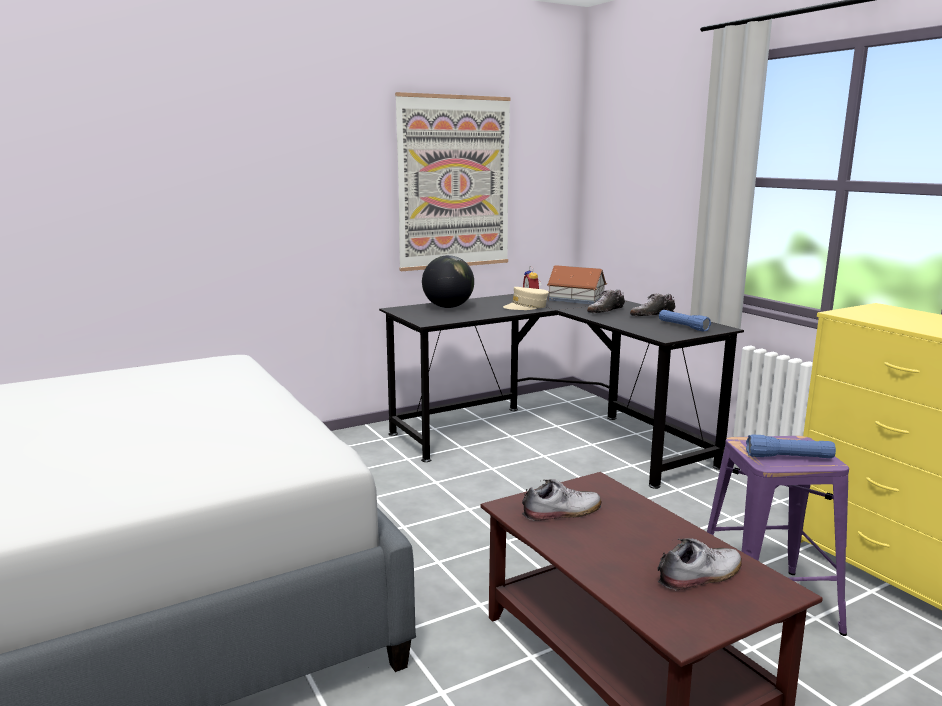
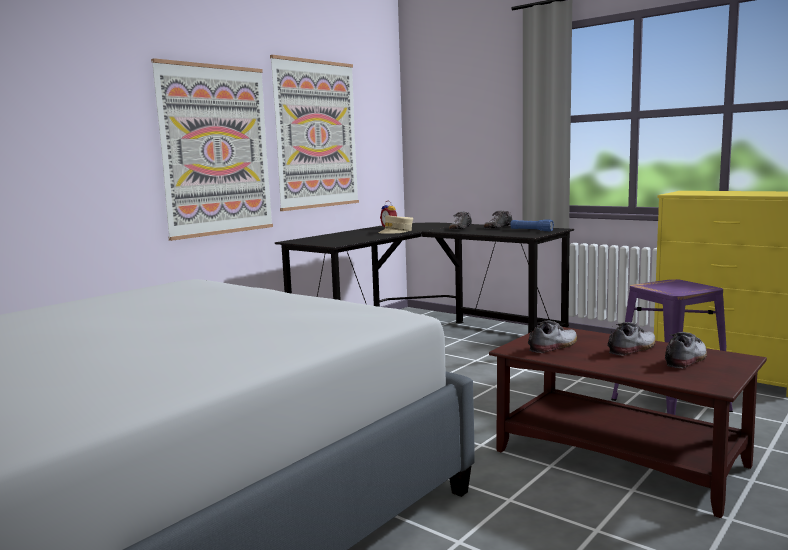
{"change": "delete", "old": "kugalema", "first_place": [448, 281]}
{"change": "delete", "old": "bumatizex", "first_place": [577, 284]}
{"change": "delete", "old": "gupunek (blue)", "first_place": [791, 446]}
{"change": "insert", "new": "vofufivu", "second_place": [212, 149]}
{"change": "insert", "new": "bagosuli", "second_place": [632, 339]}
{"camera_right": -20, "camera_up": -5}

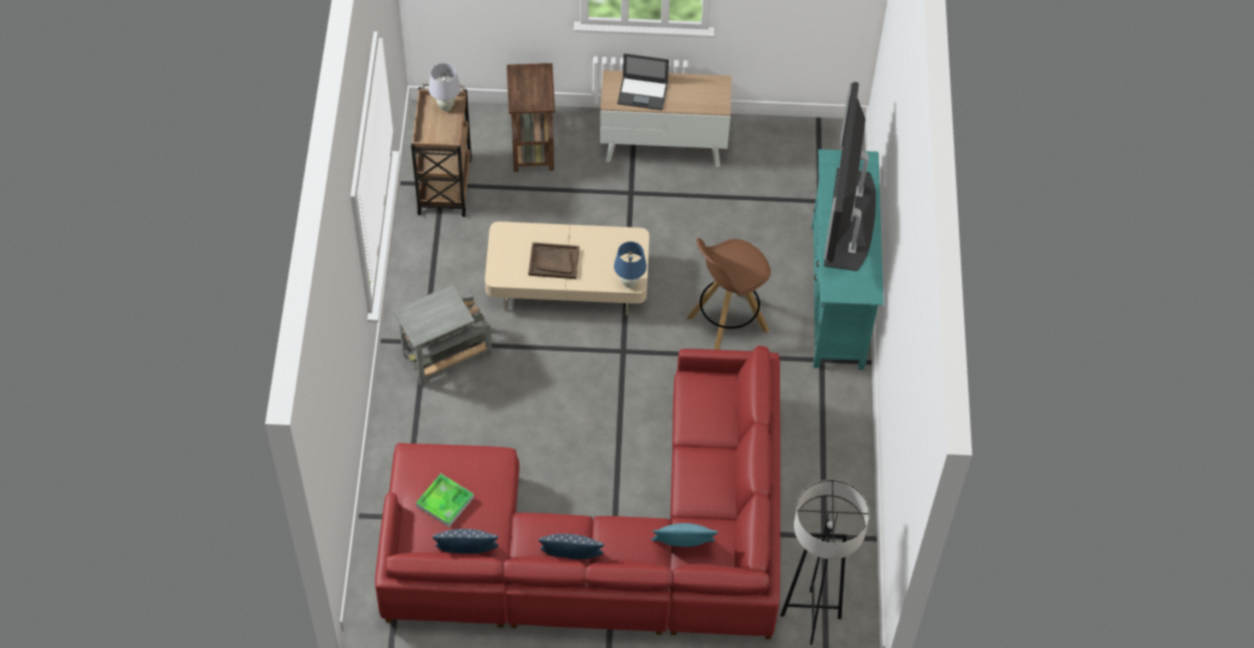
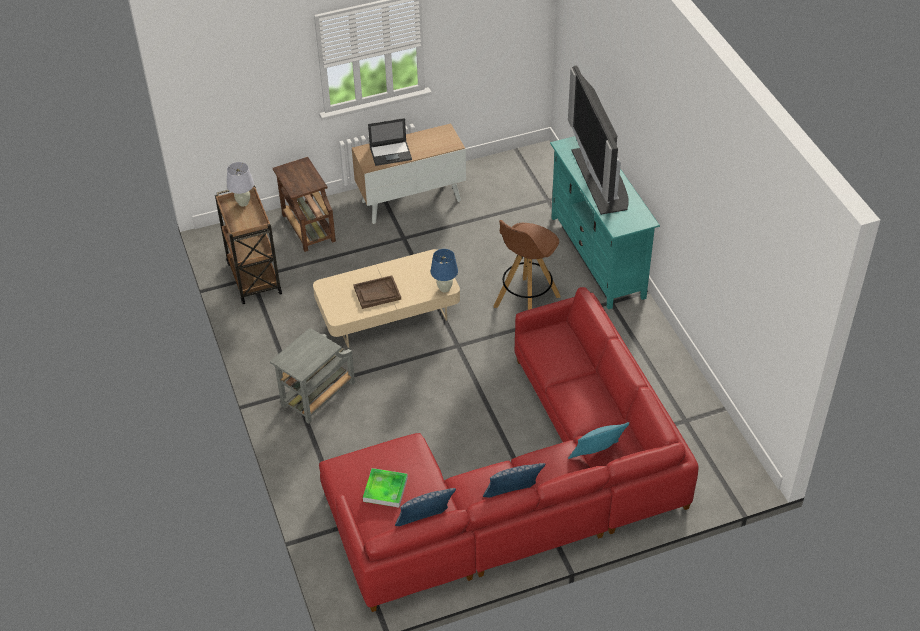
{"change": "delete", "old": "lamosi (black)", "first_place": [825, 562]}
{"camera_right": -20, "camera_up": -10}

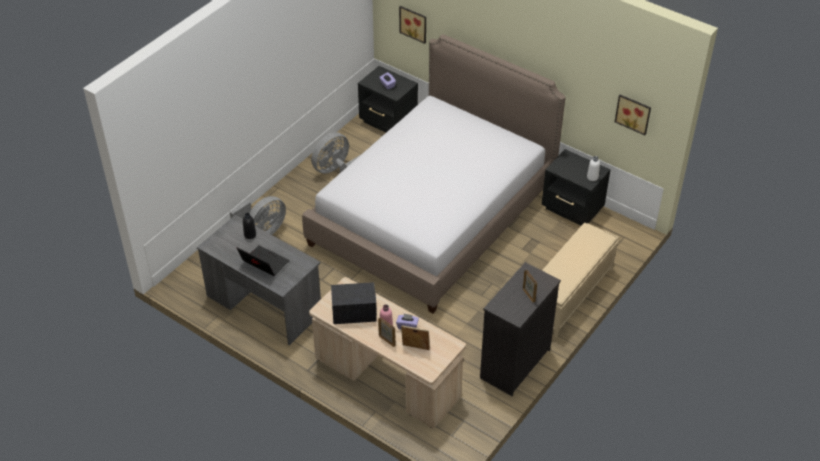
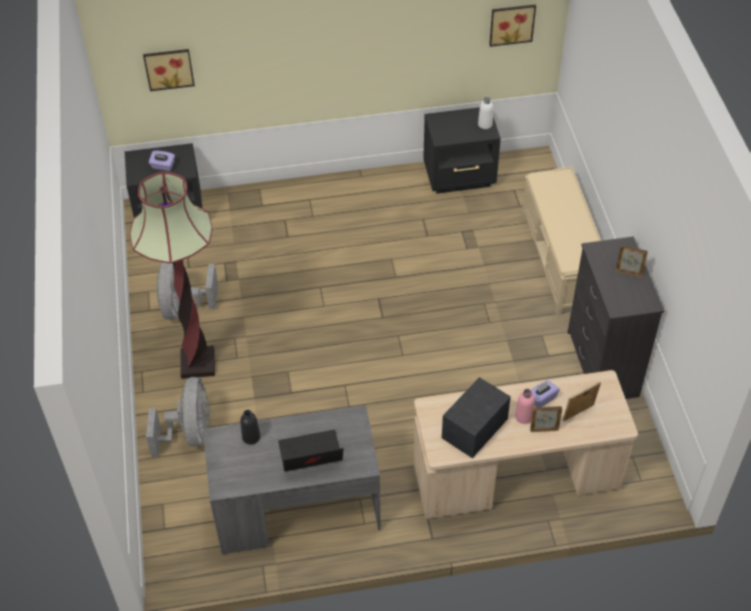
{"change": "delete", "old": "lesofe", "first_place": [434, 173]}
{"change": "insert", "new": "lamosi", "second_place": [172, 275]}
{"camera_right": -45, "camera_up": 5}

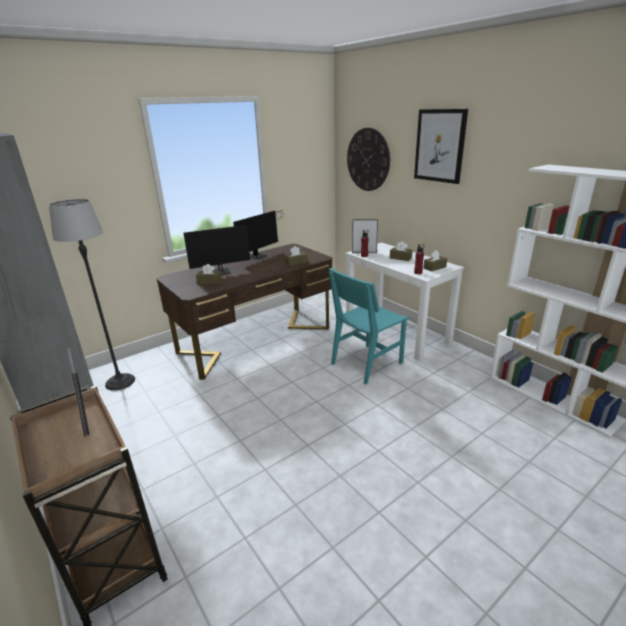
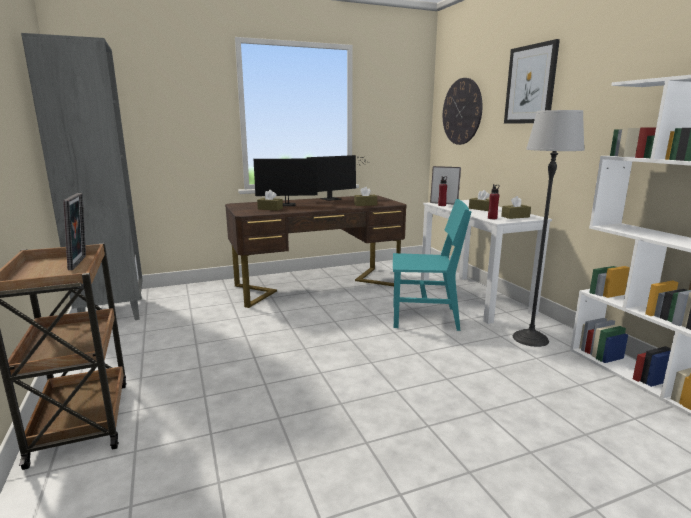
{"change": "move", "old": "lamosi", "first_place": [92, 295], "second_place": [549, 228]}
{"change": "rotate", "old": "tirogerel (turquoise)", "first_place": [369, 326], "second_place": [432, 265], "degrees": -150}
{"camera_right": 15, "camera_up": -10}

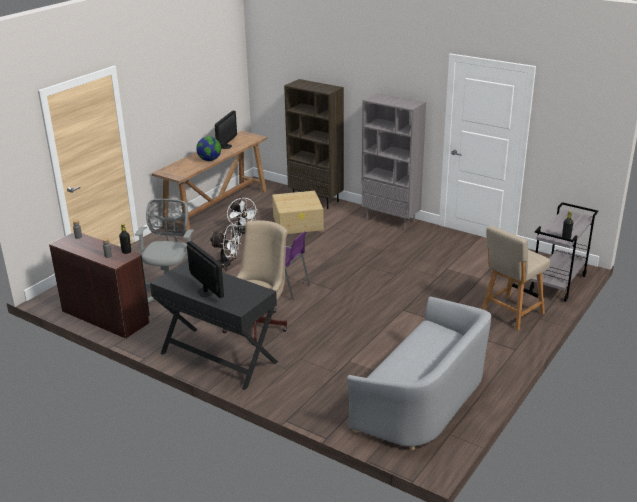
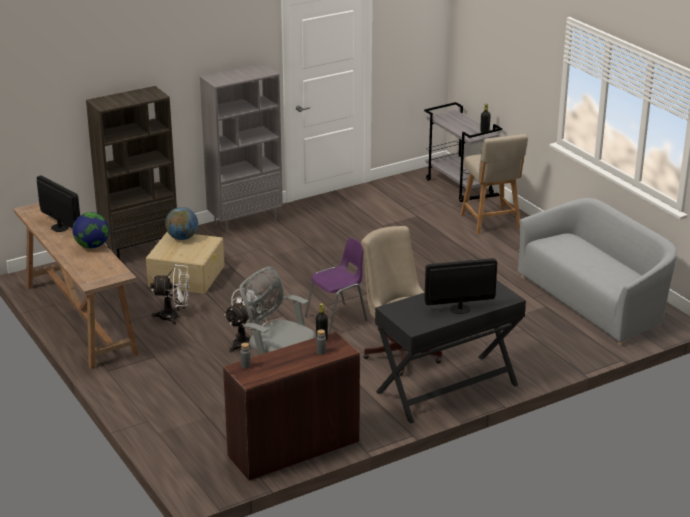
{"change": "insert", "new": "kugalema", "second_place": [181, 223]}
{"camera_right": -65, "camera_up": 0}

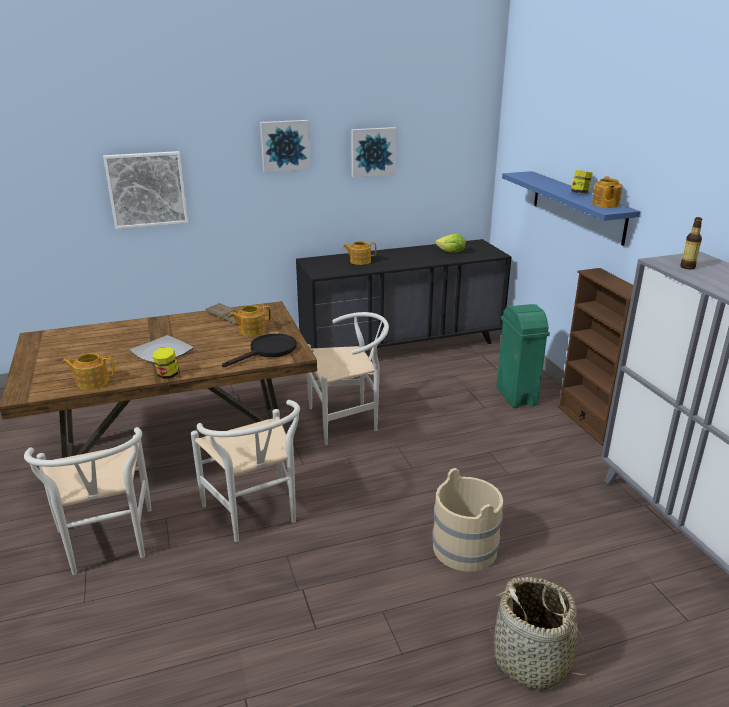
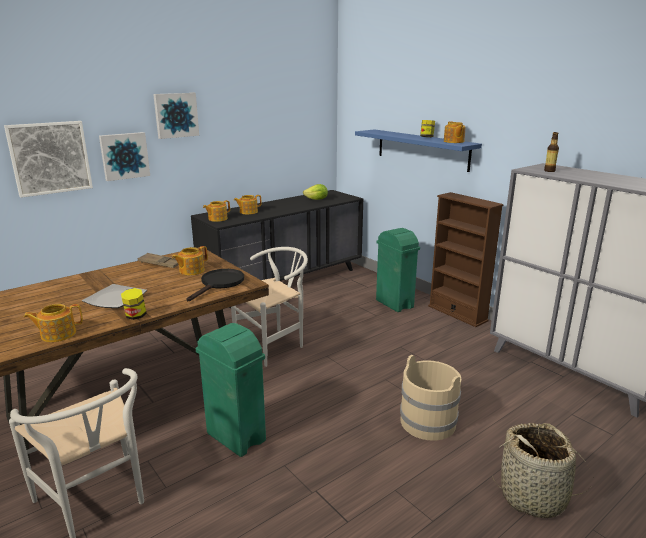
{"change": "replace", "old": "tirogerel (white)", "new": "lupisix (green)", "first_place": [245, 471], "second_place": [231, 390]}
{"change": "move", "old": "vofufivu", "first_place": [374, 152], "second_place": [124, 156]}
{"change": "insert", "new": "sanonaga", "second_place": [216, 211]}
{"camera_right": -20, "camera_up": -5}

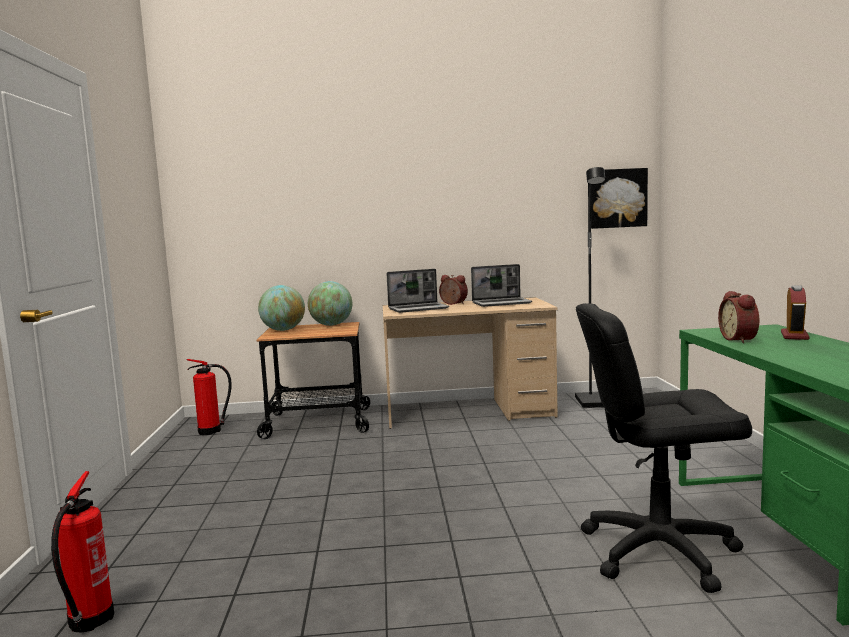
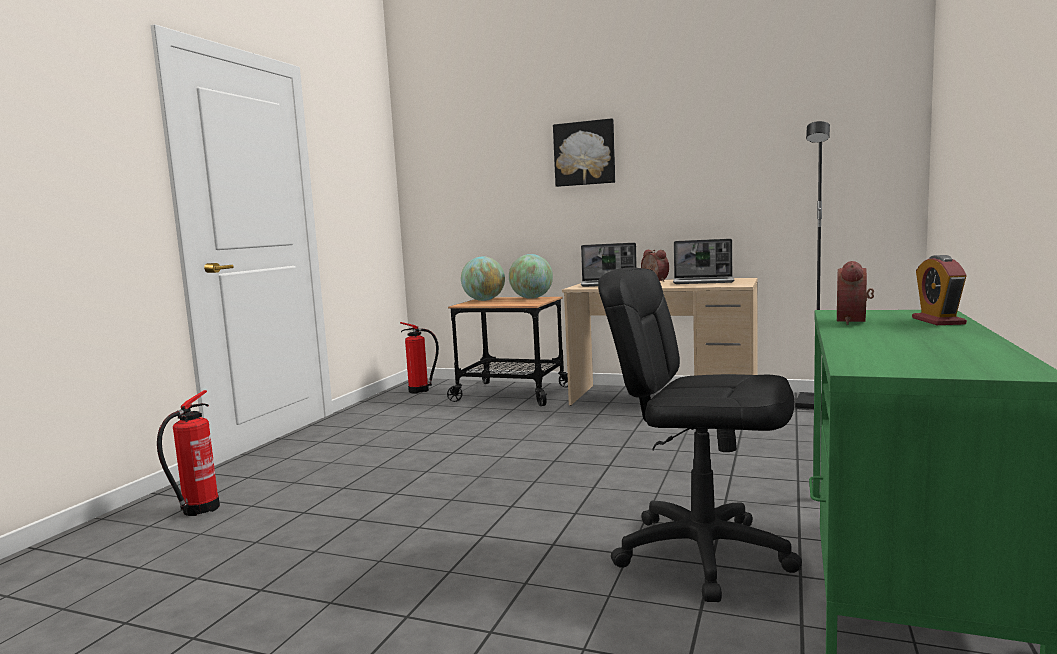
{"change": "move", "old": "vofufivu", "first_place": [619, 198], "second_place": [584, 152]}
{"change": "rotate", "old": "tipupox", "first_place": [795, 313], "second_place": [939, 290], "degrees": 135}
{"camera_right": 25, "camera_up": 0}

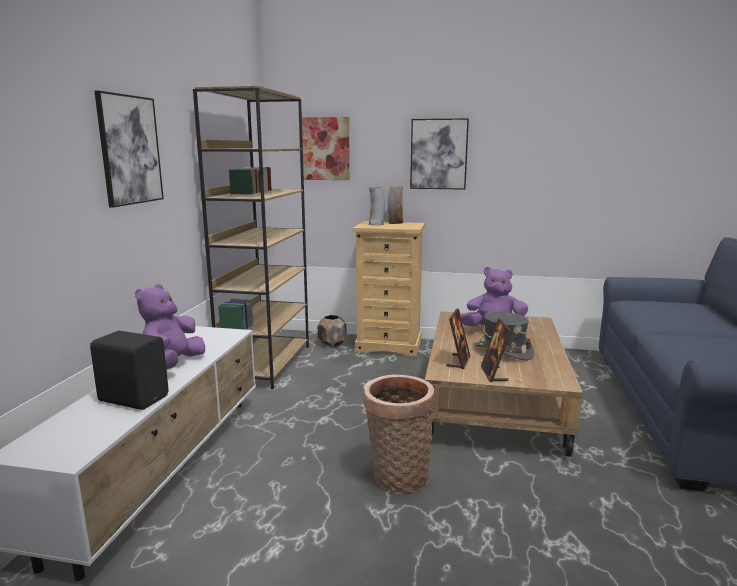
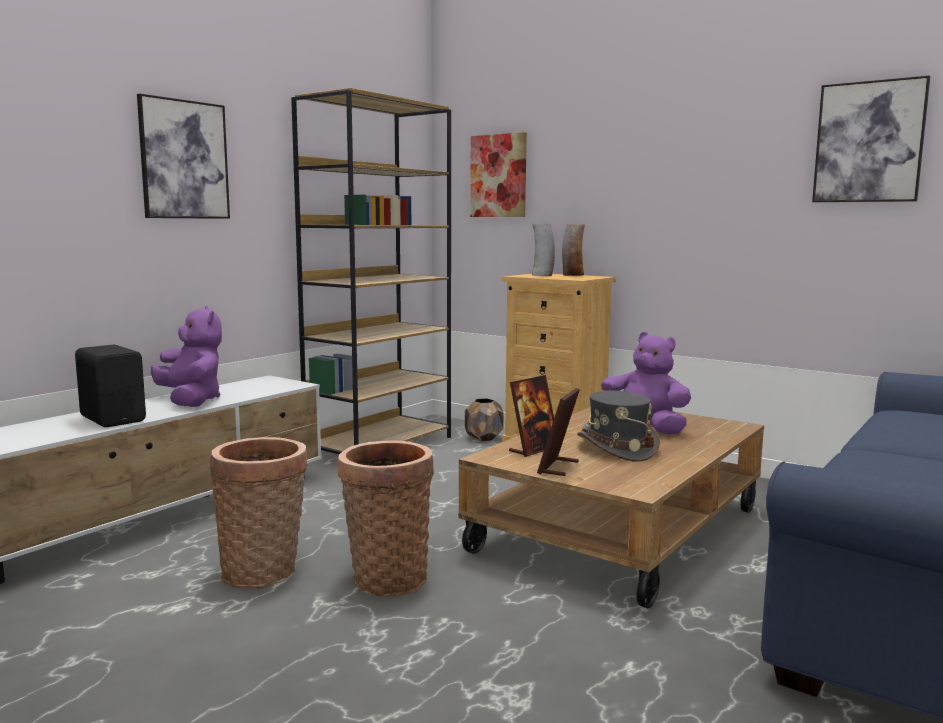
{"change": "rotate", "old": "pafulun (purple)", "first_place": [170, 327], "second_place": [186, 356], "degrees": 105}
{"change": "move", "old": "vofufivu", "first_place": [439, 154], "second_place": [871, 138]}
{"change": "insert", "new": "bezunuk", "second_place": [259, 513]}
{"camera_right": 25, "camera_up": -5}

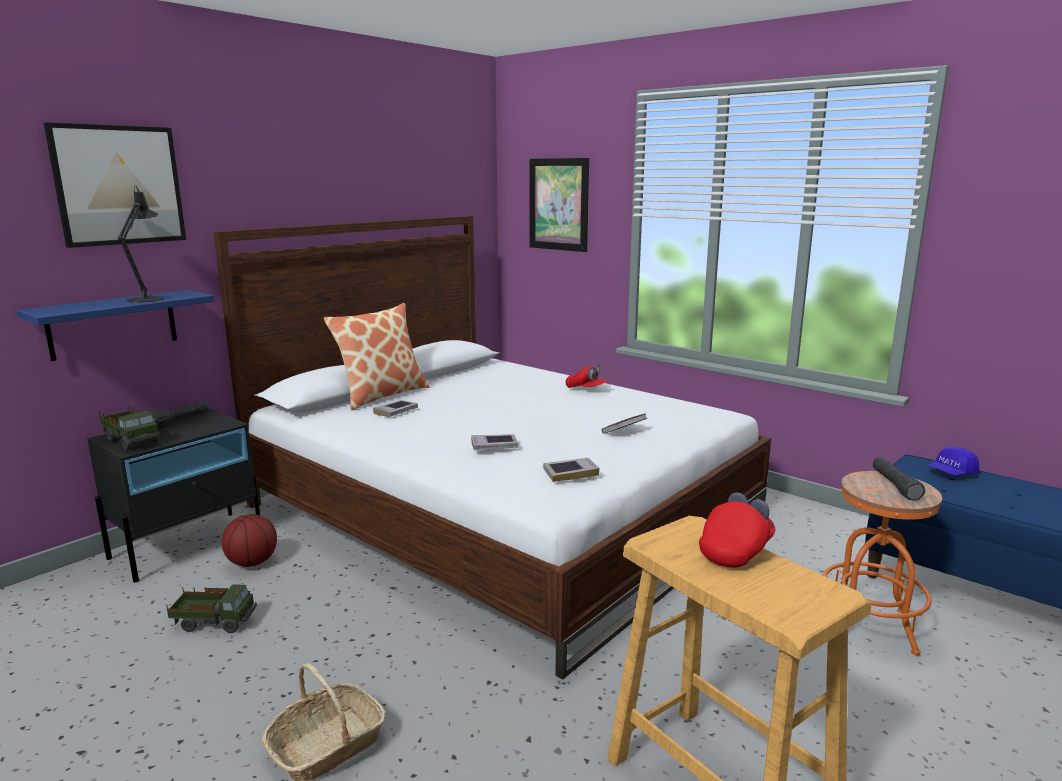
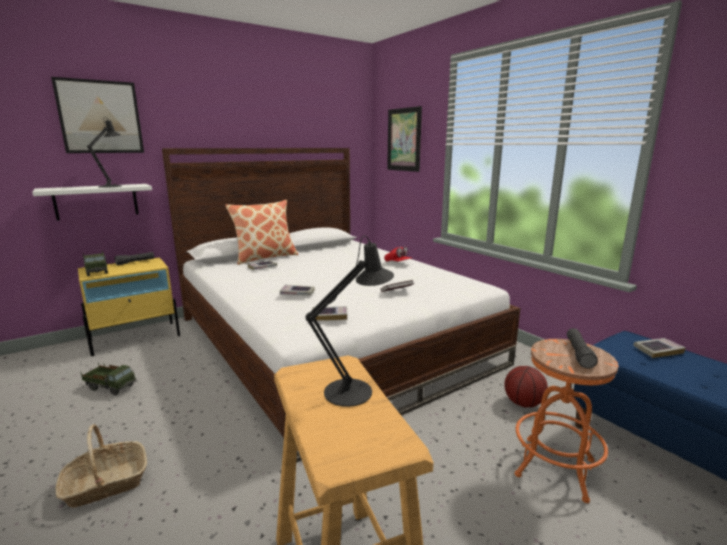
{"change": "recolor", "old": "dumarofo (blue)", "new": "dumarofo (white)", "first_place": [115, 325], "second_place": [92, 202]}
{"change": "recolor", "old": "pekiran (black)", "new": "pekiran (yellow)", "first_place": [173, 495], "second_place": [129, 306]}
{"change": "move", "old": "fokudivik", "first_place": [249, 540], "second_place": [526, 386]}
{"change": "replace", "old": "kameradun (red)", "new": "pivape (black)", "first_place": [737, 530], "second_place": [349, 321]}
{"change": "replace", "old": "kameradun (blue)", "new": "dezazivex", "first_place": [953, 461], "second_place": [659, 348]}
{"camera_right": 15, "camera_up": 0}

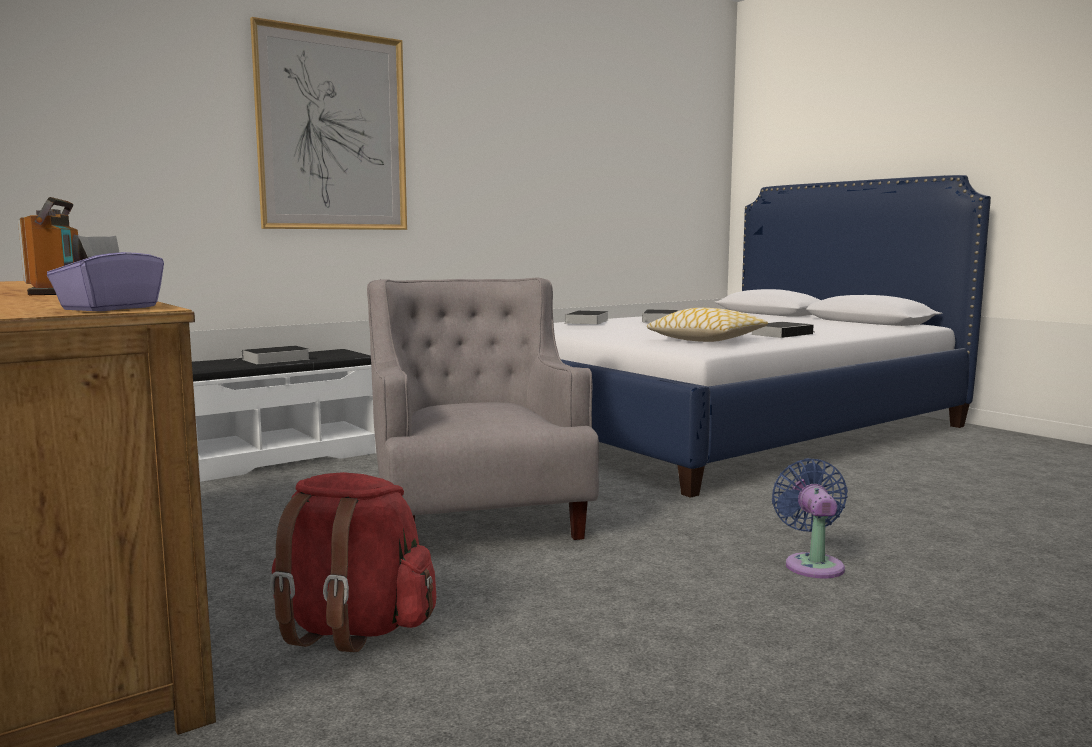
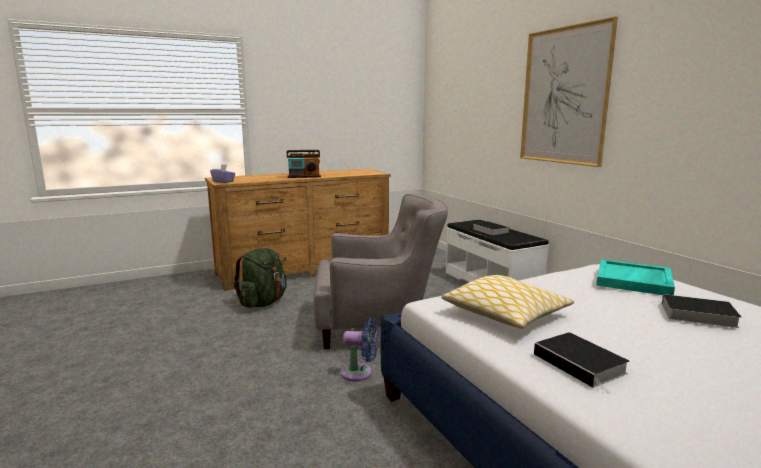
{"change": "recolor", "old": "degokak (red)", "new": "degokak (green)", "first_place": [353, 562], "second_place": [260, 278]}
{"change": "replace", "old": "dezazivex", "new": "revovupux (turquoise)", "first_place": [586, 317], "second_place": [635, 277]}
{"change": "move", "old": "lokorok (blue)", "first_place": [810, 518], "second_place": [359, 349]}
{"camera_right": 100, "camera_up": 5}

